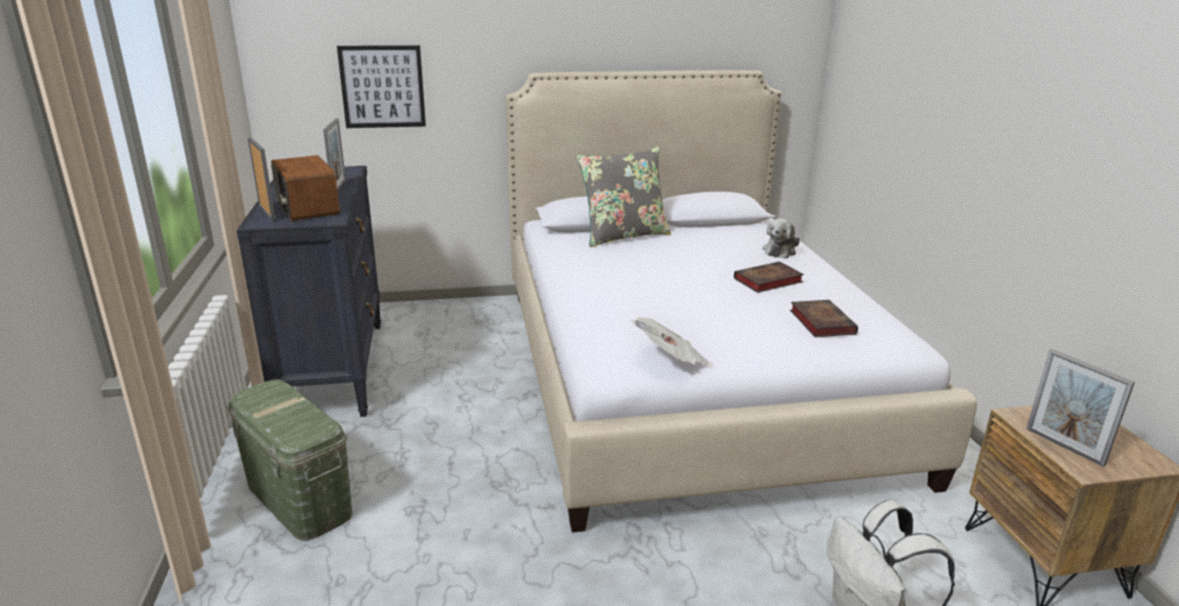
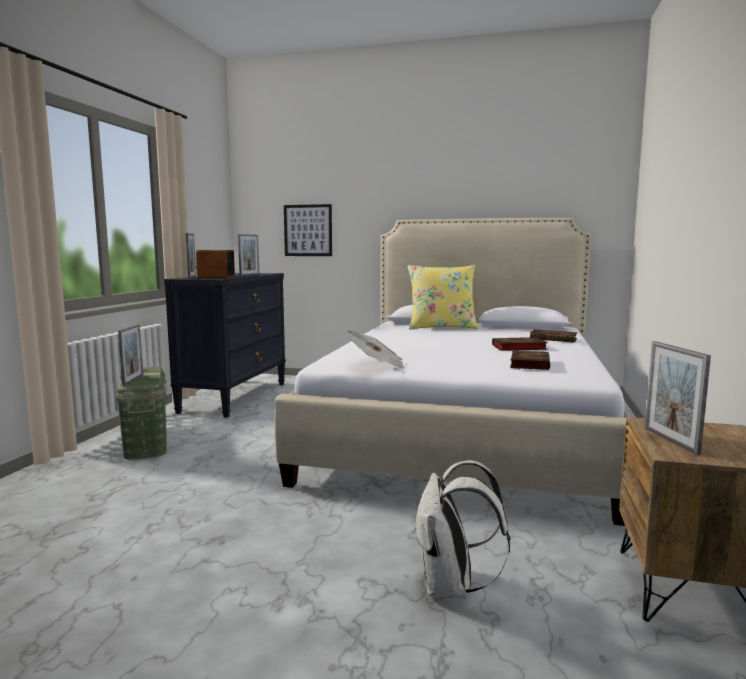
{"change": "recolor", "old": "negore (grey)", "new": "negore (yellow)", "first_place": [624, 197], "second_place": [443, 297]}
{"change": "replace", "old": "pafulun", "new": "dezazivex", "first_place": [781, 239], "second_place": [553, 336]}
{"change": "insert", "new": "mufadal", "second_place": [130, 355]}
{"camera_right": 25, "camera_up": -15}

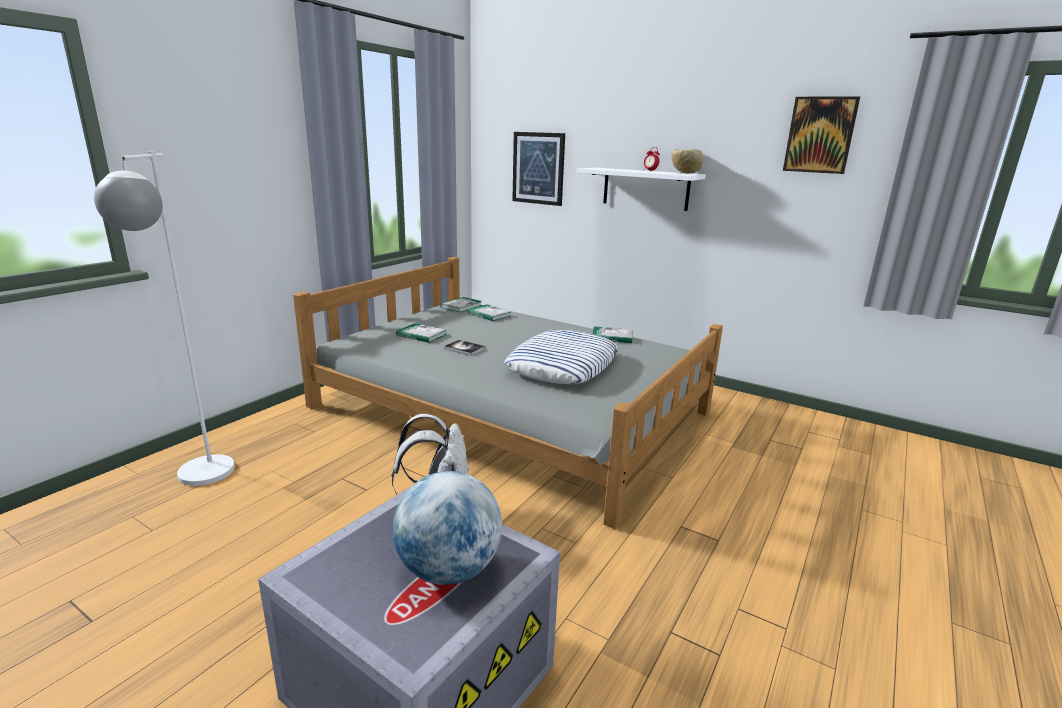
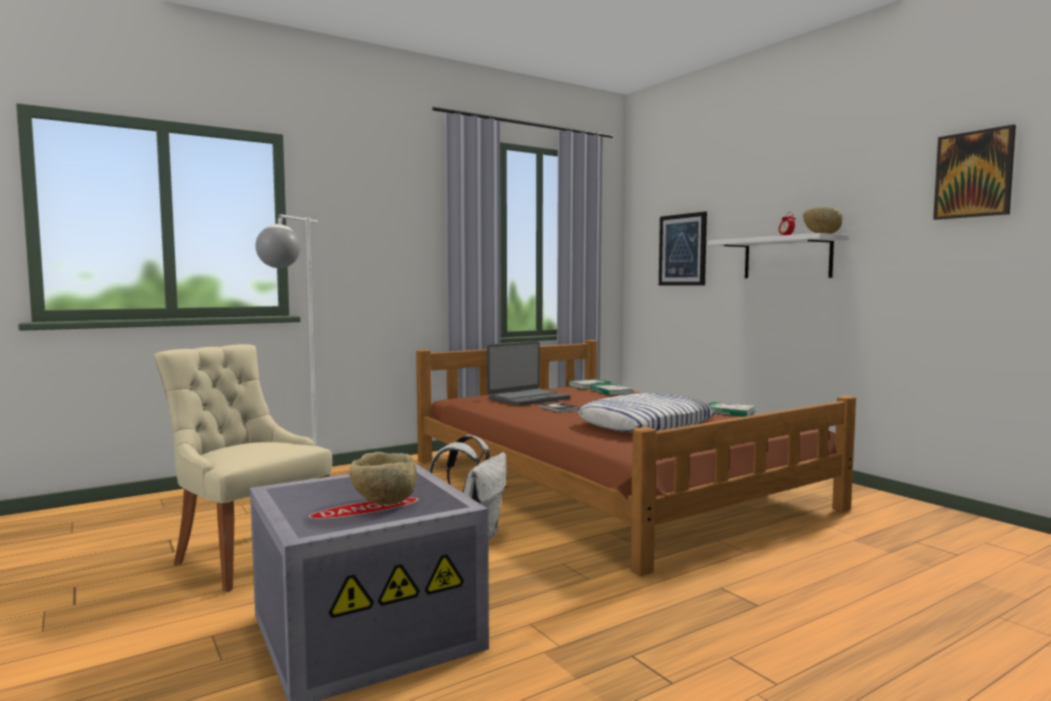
{"change": "recolor", "old": "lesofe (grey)", "new": "lesofe (brown)", "first_place": [508, 393], "second_place": [636, 458]}
{"change": "replace", "old": "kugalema", "new": "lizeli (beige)", "first_place": [447, 528], "second_place": [383, 478]}
{"change": "replace", "old": "dezazivex", "new": "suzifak", "first_place": [421, 333], "second_place": [529, 373]}
{"change": "insert", "new": "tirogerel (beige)", "second_place": [243, 468]}
{"camera_right": 25, "camera_up": -15}

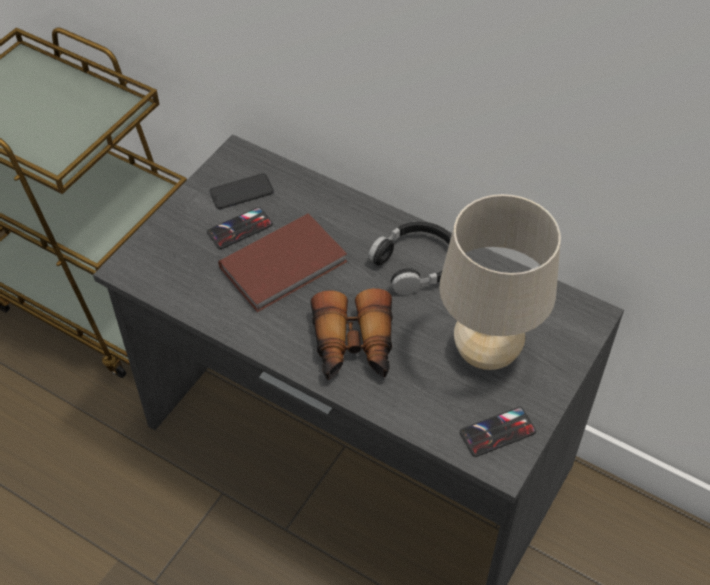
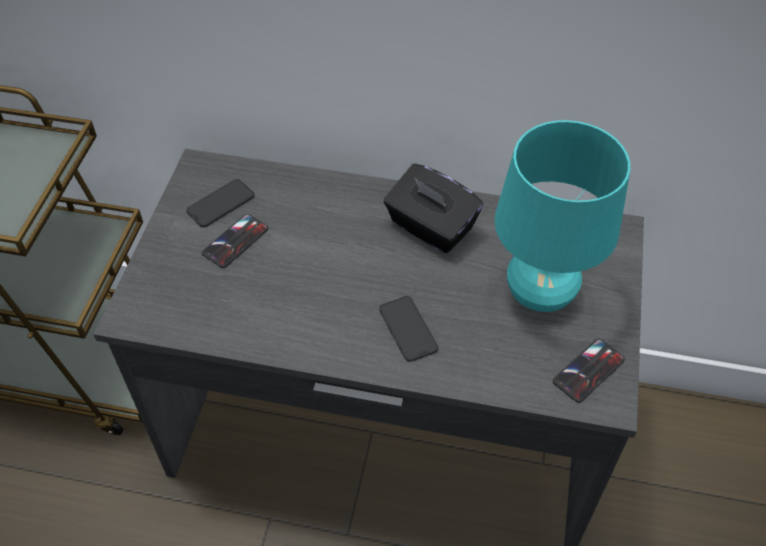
{"change": "delete", "old": "dezazivex (brown)", "first_place": [282, 262]}
{"change": "replace", "old": "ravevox", "new": "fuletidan", "first_place": [351, 334], "second_place": [408, 329]}
{"change": "replace", "old": "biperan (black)", "new": "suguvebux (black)", "first_place": [410, 258], "second_place": [433, 208]}
{"change": "recolor", "old": "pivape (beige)", "new": "pivape (turquoise)", "first_place": [500, 282], "second_place": [562, 216]}
{"camera_right": -20, "camera_up": 0}

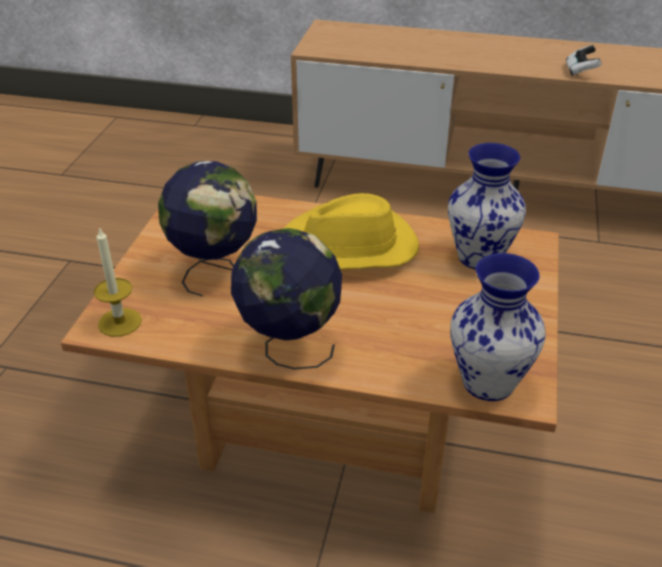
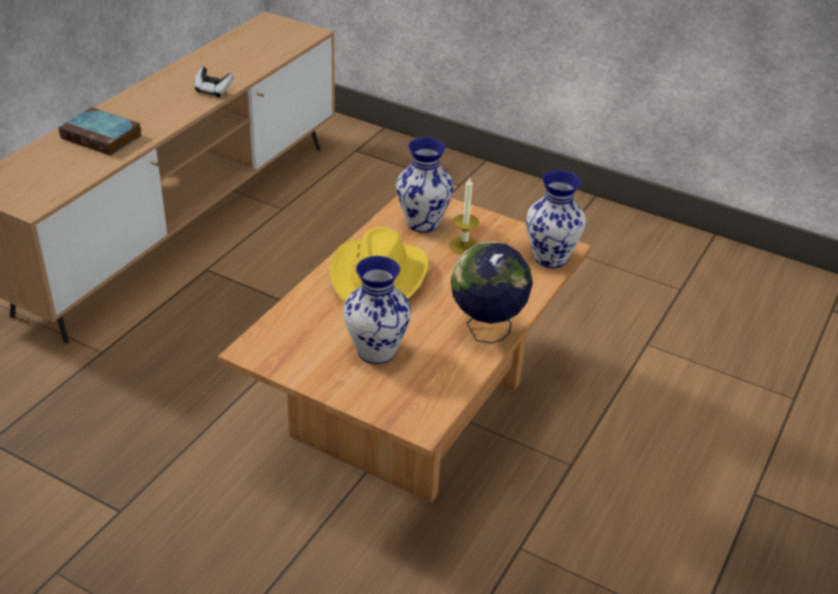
{"change": "move", "old": "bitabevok", "first_place": [118, 282], "second_place": [464, 216]}
{"change": "replace", "old": "kugalema", "new": "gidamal", "first_place": [207, 229], "second_place": [377, 310]}
{"change": "insert", "new": "dezazivex", "second_place": [100, 131]}
{"camera_right": -75, "camera_up": 0}

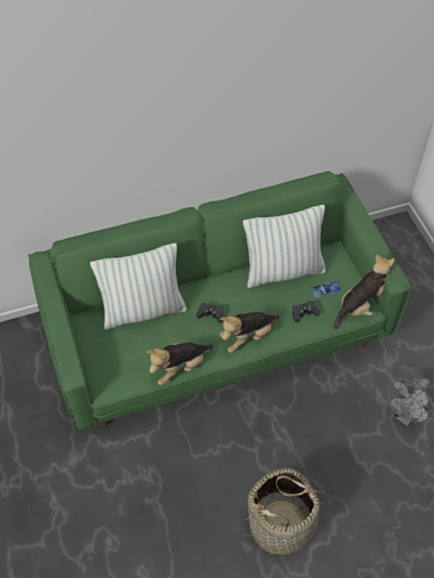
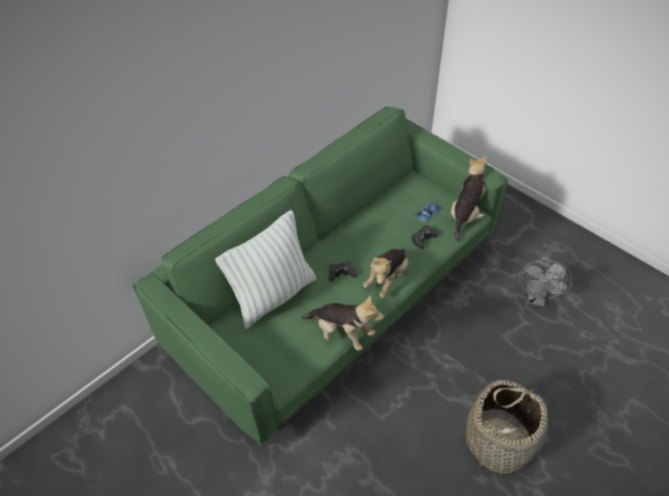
{"change": "rotate", "old": "pafulun", "first_place": [180, 364], "second_place": [343, 323], "degrees": -90}
{"change": "delete", "old": "negore", "first_place": [284, 246]}
{"camera_right": -25, "camera_up": -5}

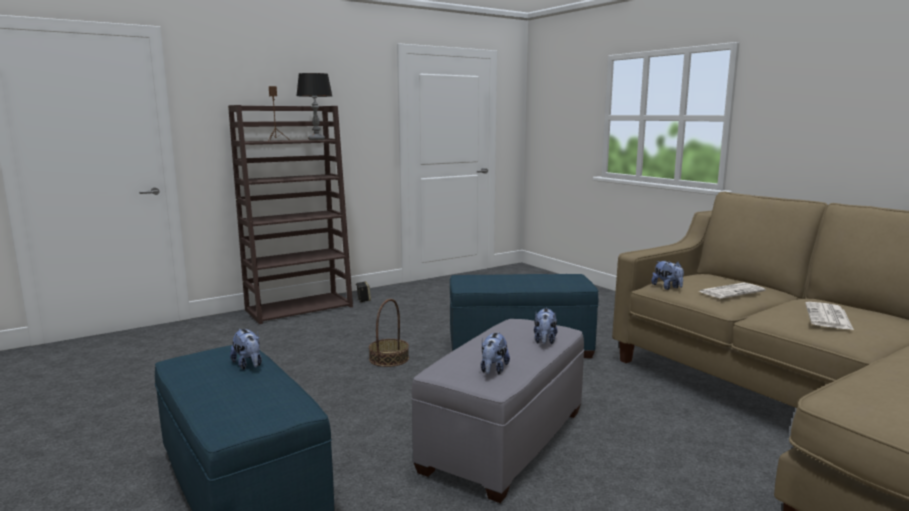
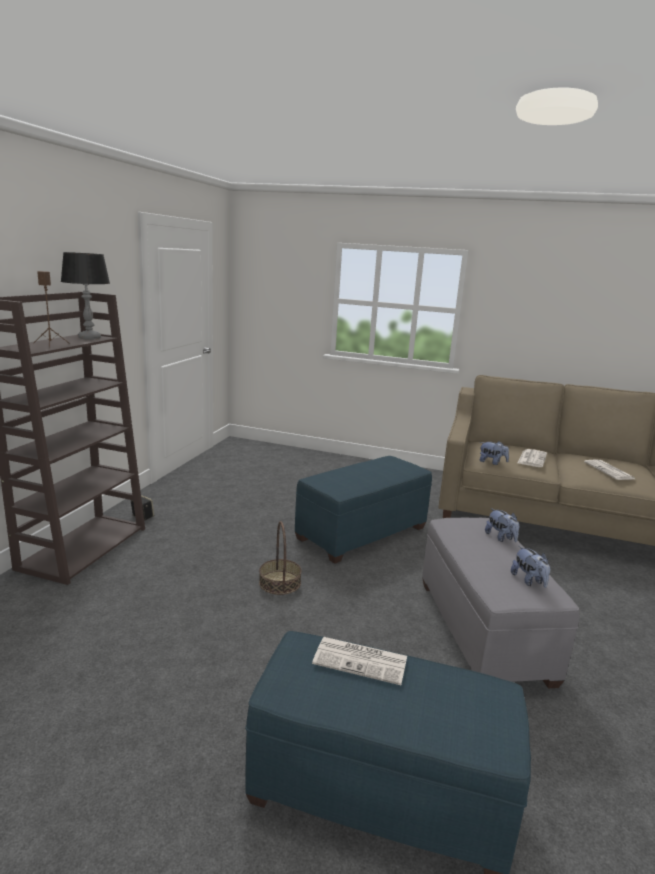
{"change": "replace", "old": "pafulun", "new": "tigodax", "first_place": [246, 349], "second_place": [359, 661]}
{"camera_right": -40, "camera_up": 5}

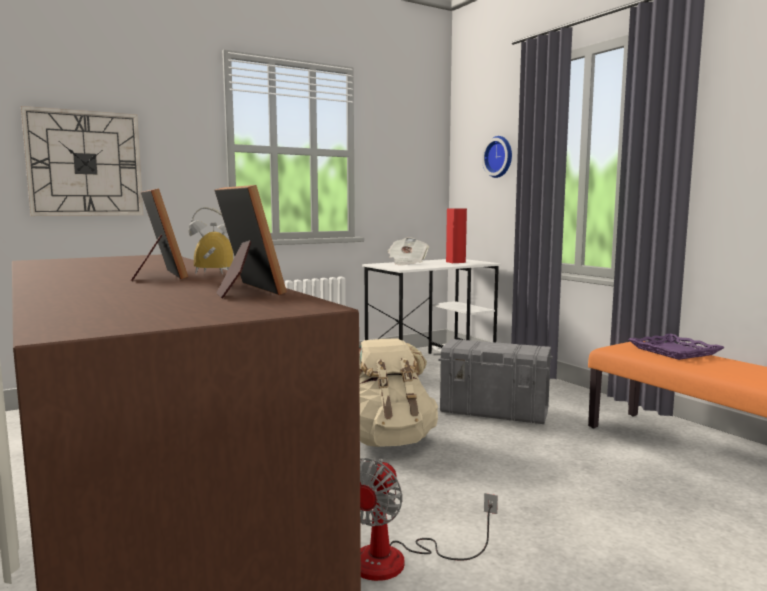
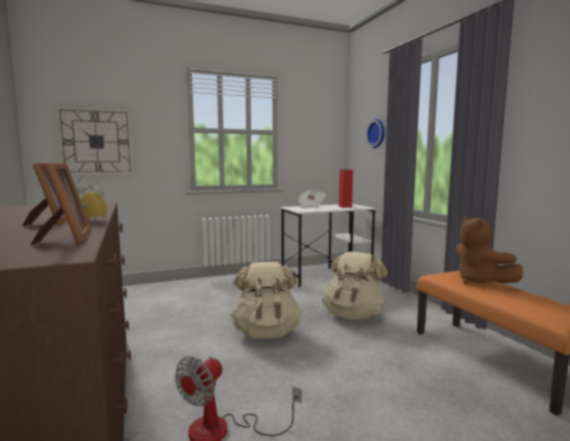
{"change": "replace", "old": "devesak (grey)", "new": "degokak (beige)", "first_place": [495, 381], "second_place": [355, 285]}
{"change": "replace", "old": "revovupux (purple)", "new": "pafulun (brown)", "first_place": [676, 347], "second_place": [489, 250]}
{"camera_right": 10, "camera_up": 0}

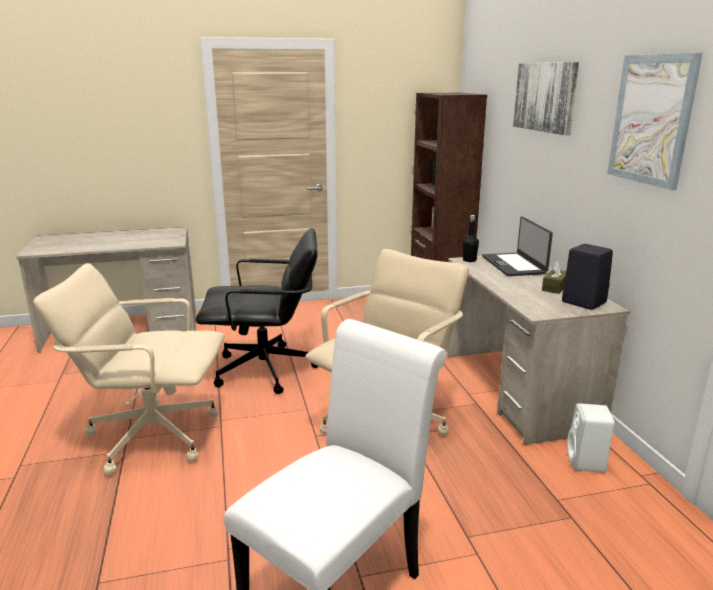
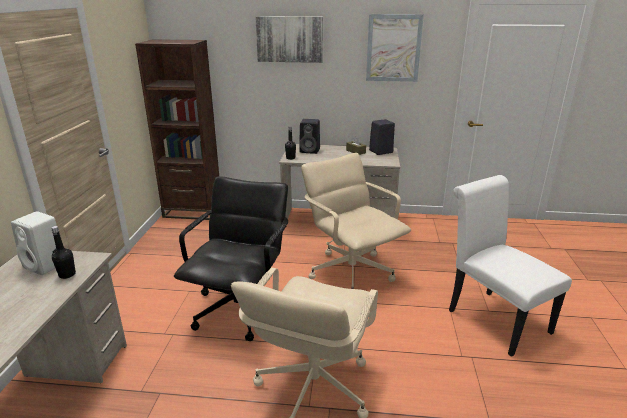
{"change": "replace", "old": "suzifak", "new": "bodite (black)", "first_place": [517, 246], "second_place": [309, 136]}
{"change": "move", "old": "bodite (white)", "first_place": [591, 438], "second_place": [34, 243]}
{"change": "insert", "new": "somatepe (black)", "second_place": [63, 252]}
{"camera_right": -70, "camera_up": 5}

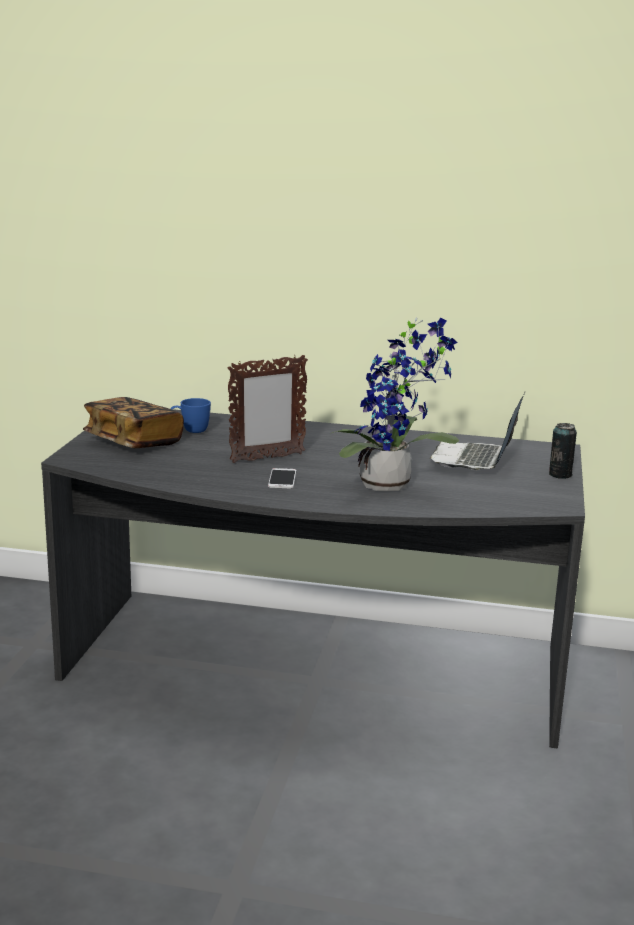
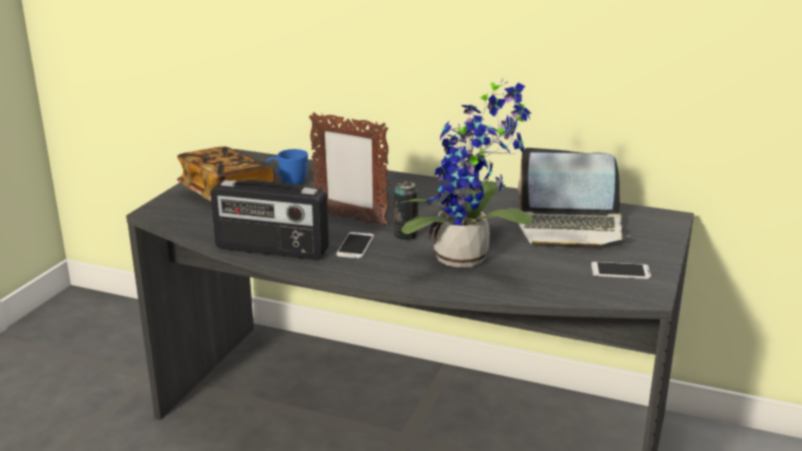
{"change": "rotate", "old": "mufadal", "first_place": [268, 409], "second_place": [349, 169], "degrees": 45}
{"change": "rotate", "old": "suzifak", "first_place": [477, 431], "second_place": [574, 198], "degrees": -105}
{"change": "move", "old": "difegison", "first_place": [563, 451], "second_place": [406, 210]}
{"change": "insert", "new": "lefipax", "second_place": [269, 220]}
{"change": "insert", "new": "fuletidan", "second_place": [621, 270]}
{"camera_right": 10, "camera_up": 5}

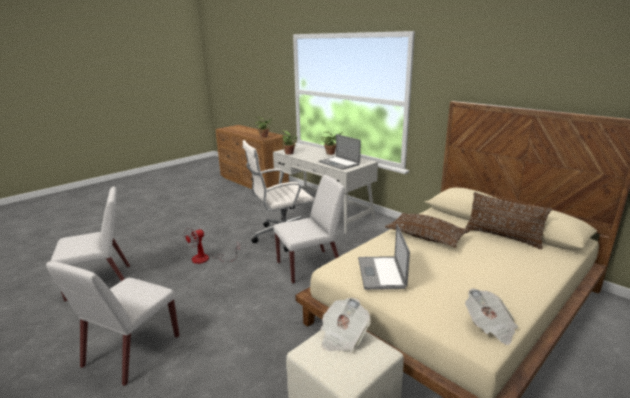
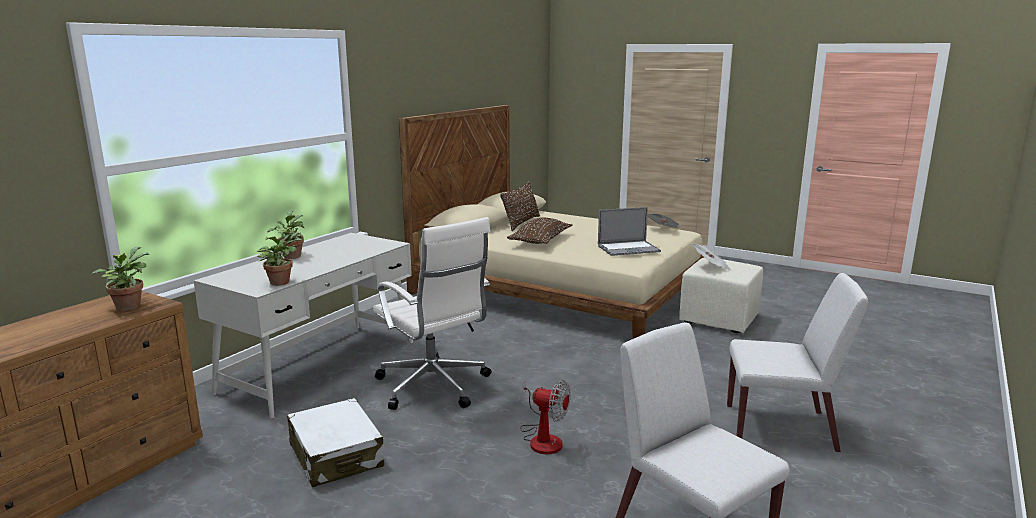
{"change": "delete", "old": "tirogerel (white)", "first_place": [309, 229]}
{"change": "delete", "old": "suzifak", "first_place": [340, 152]}
{"change": "insert", "new": "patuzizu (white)", "second_place": [335, 442]}
{"camera_right": -105, "camera_up": -5}

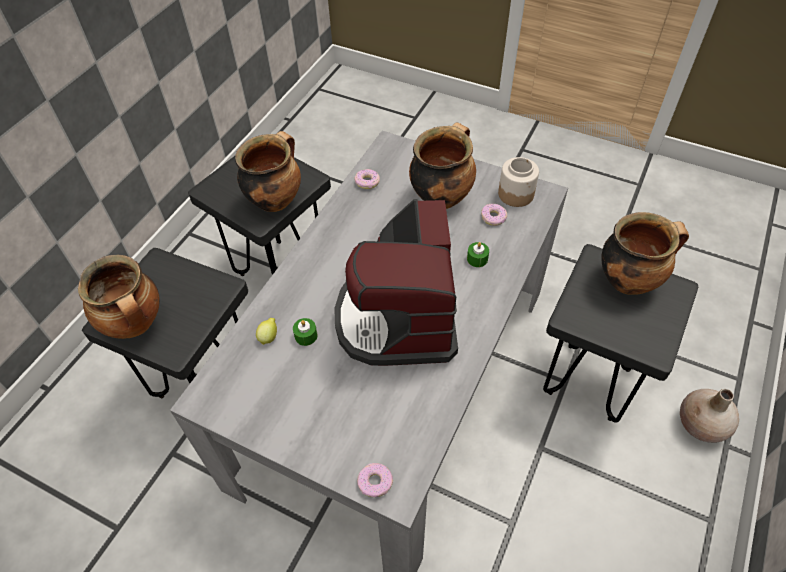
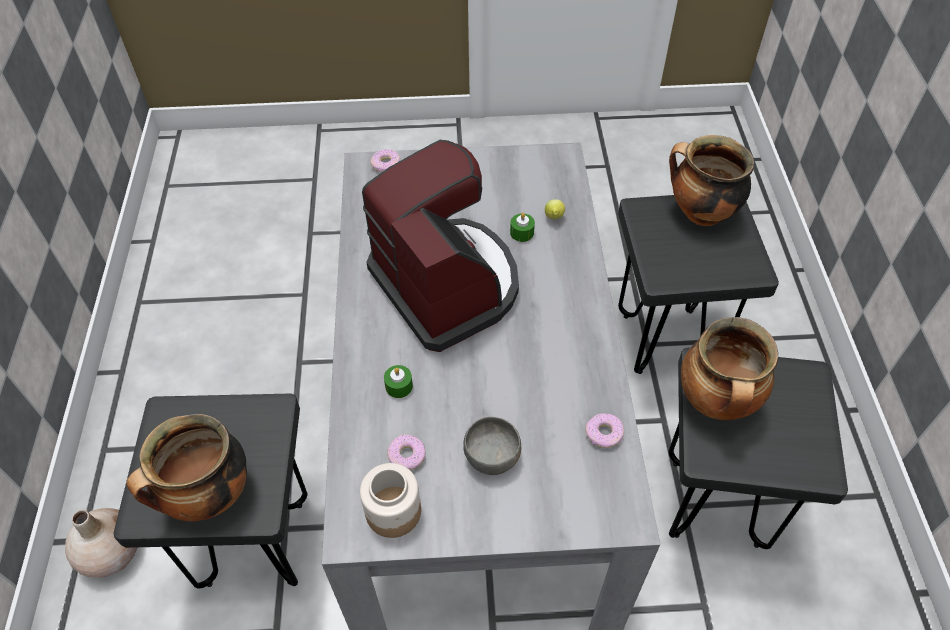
{"change": "replace", "old": "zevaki", "new": "lizeli (grey)", "first_place": [442, 166], "second_place": [492, 446]}
{"camera_right": 150, "camera_up": 0}

